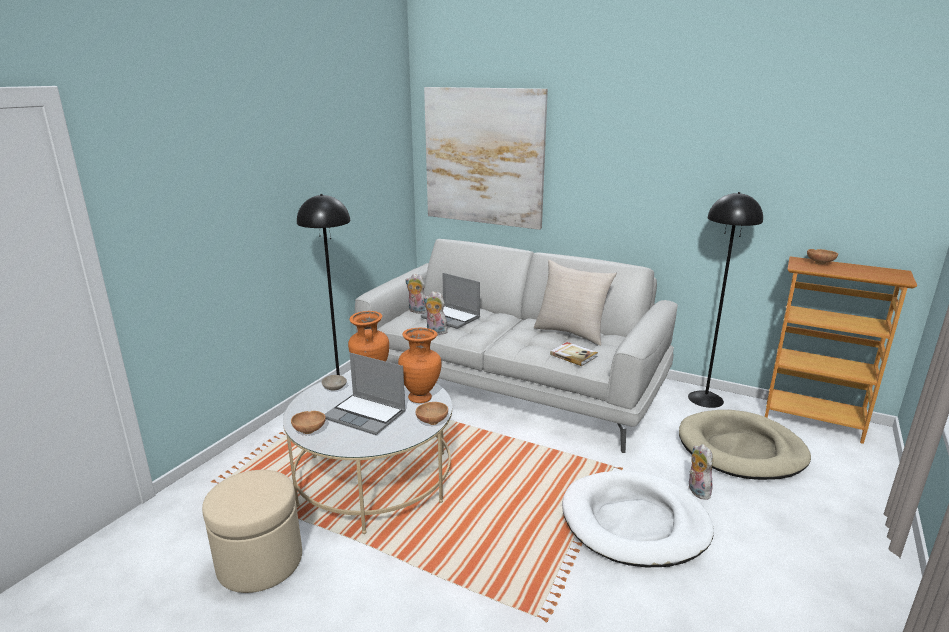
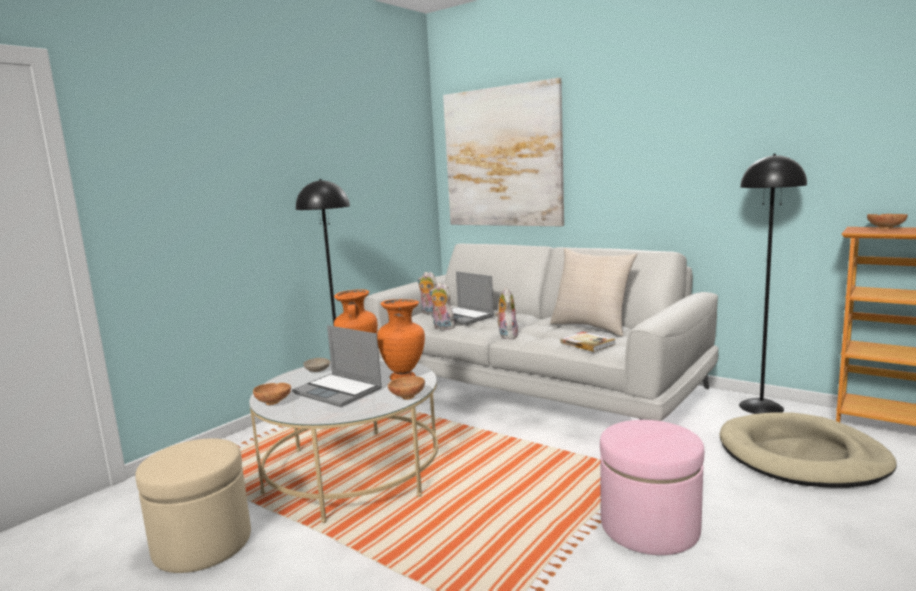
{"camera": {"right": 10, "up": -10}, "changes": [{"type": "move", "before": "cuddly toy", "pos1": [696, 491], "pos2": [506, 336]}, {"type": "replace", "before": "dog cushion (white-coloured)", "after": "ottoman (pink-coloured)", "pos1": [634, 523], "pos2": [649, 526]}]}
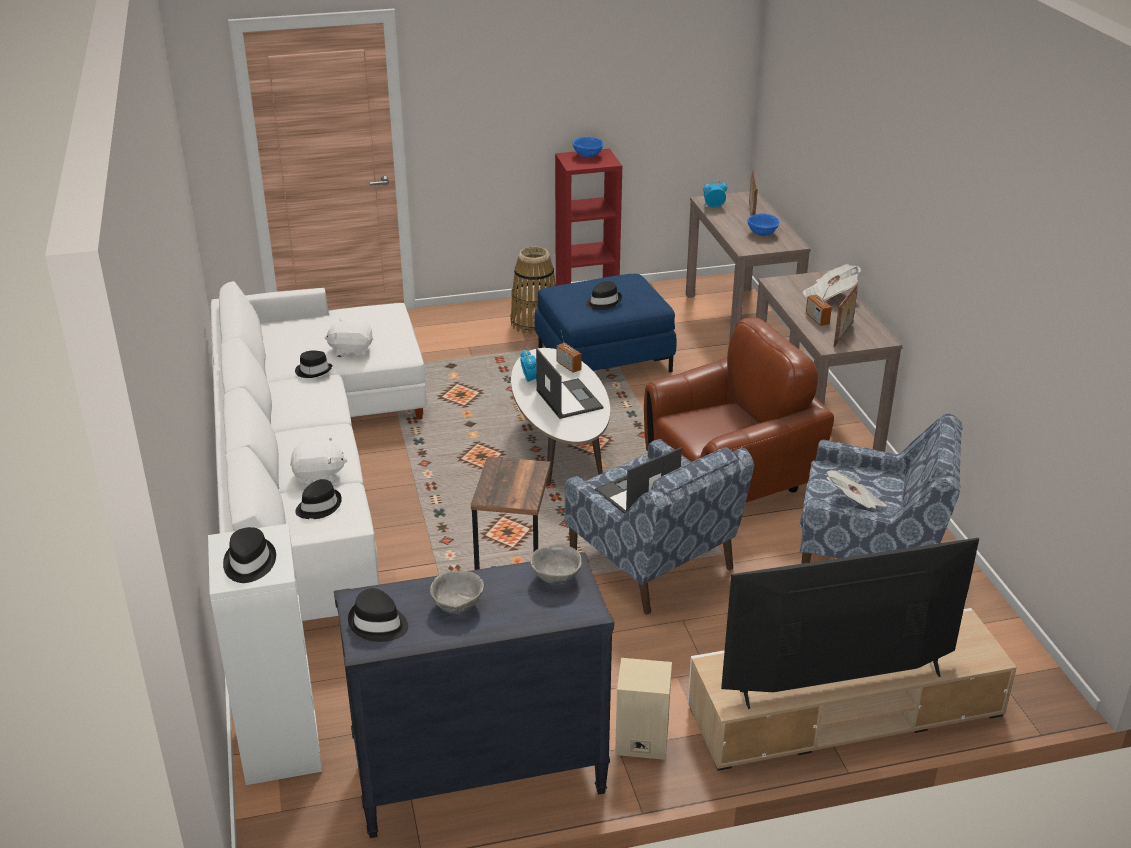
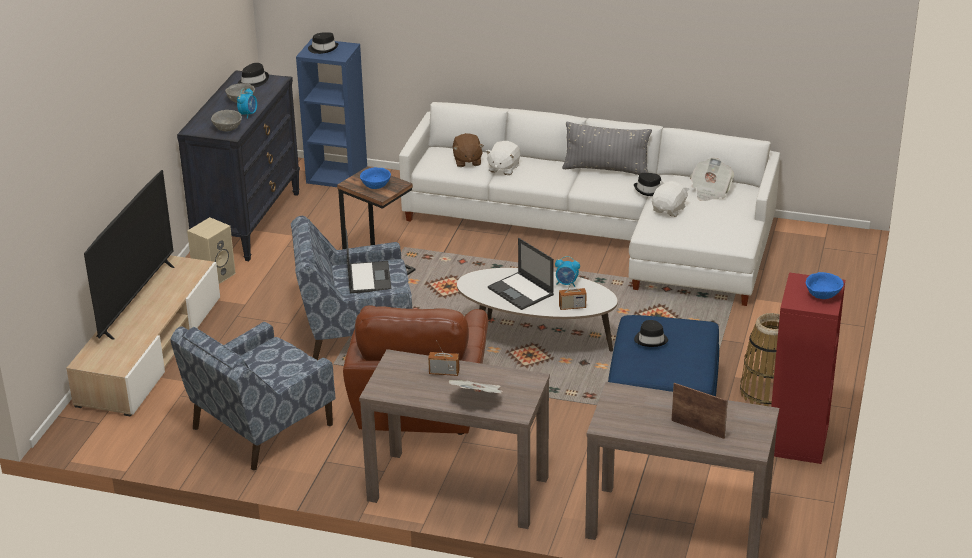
{"camera": {"right": 120, "up": 0}, "changes": [{"type": "move", "before": "table clock", "pos1": [713, 206], "pos2": [248, 114]}, {"type": "recolor", "before": "bookshelf (white-coloured)", "after": "bookshelf (bluish)", "pos1": [280, 745], "pos2": [337, 176]}, {"type": "move", "before": "serving bowl (bluish)", "pos1": [762, 233], "pos2": [376, 187]}, {"type": "replace", "before": "wearable hat (blackish)", "after": "cuddly toy (brown)", "pos1": [318, 506], "pos2": [467, 161]}, {"type": "rotate", "before": "laptop", "pos1": [568, 399], "pos2": [521, 291], "turn": 45}, {"type": "insert", "after": "cushion (gray)", "pos2": [606, 170]}, {"type": "move", "before": "daily paper", "pos1": [854, 504], "pos2": [710, 191]}, {"type": "delete", "before": "picture frame", "pos1": [843, 335]}]}
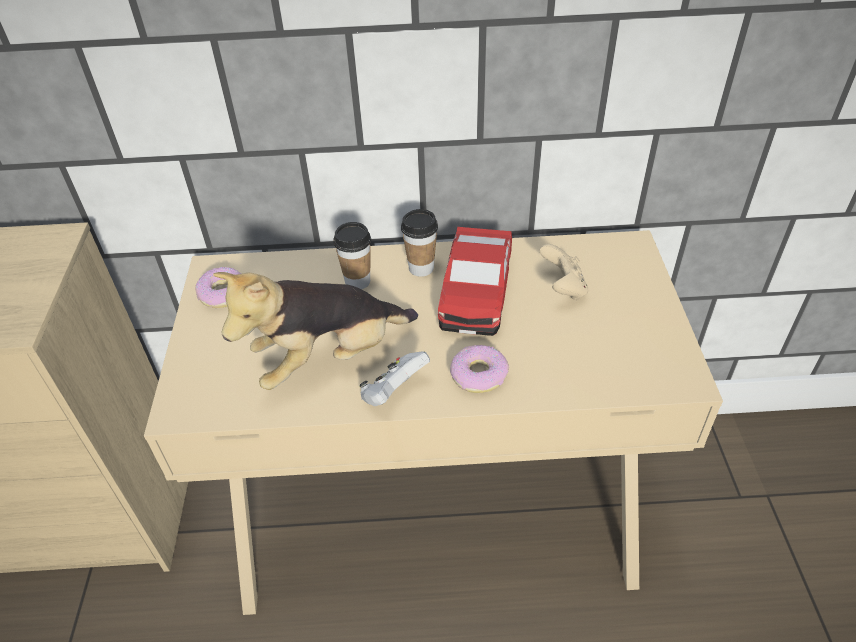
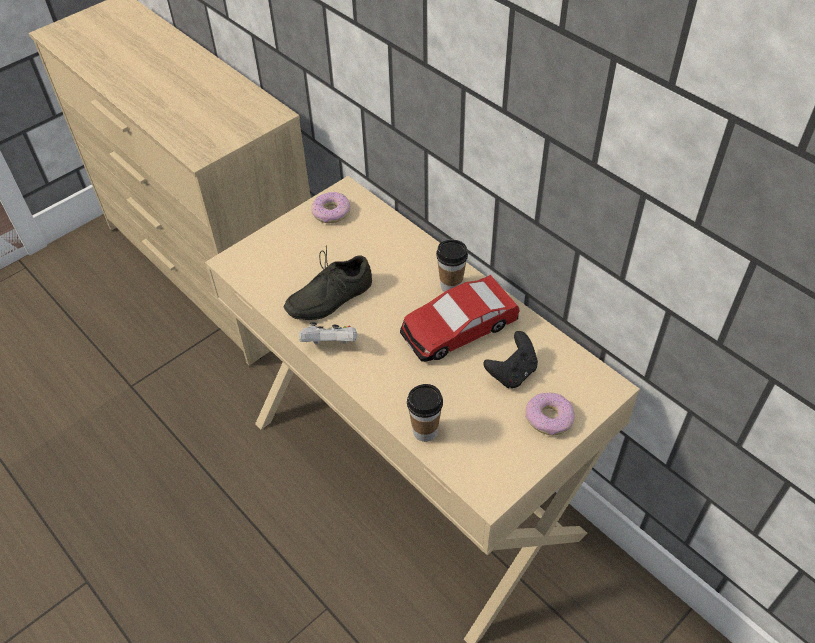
{"camera": {"right": 50, "up": 5}, "changes": [{"type": "replace", "before": "cuddly toy", "after": "low shoe (gray)", "pos1": [328, 358], "pos2": [328, 296]}, {"type": "move", "before": "small cup", "pos1": [357, 281], "pos2": [425, 431]}, {"type": "recolor", "before": "game controller (beige)", "after": "game controller (blackish)", "pos1": [563, 288], "pos2": [512, 373]}, {"type": "move", "before": "ring doughnut", "pos1": [478, 375], "pos2": [549, 418]}]}
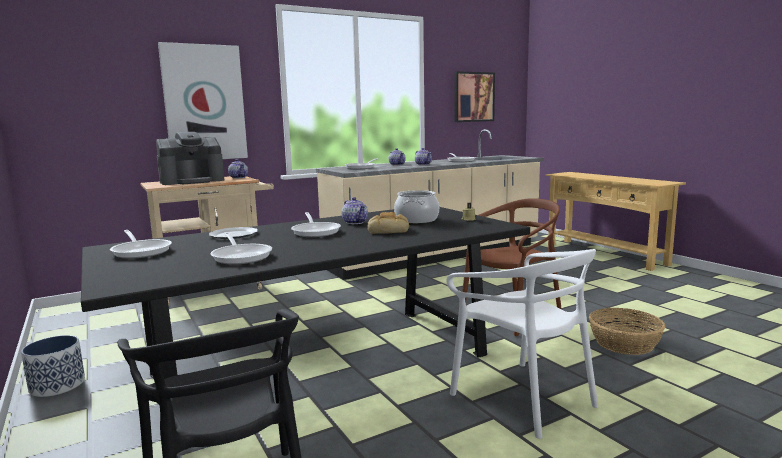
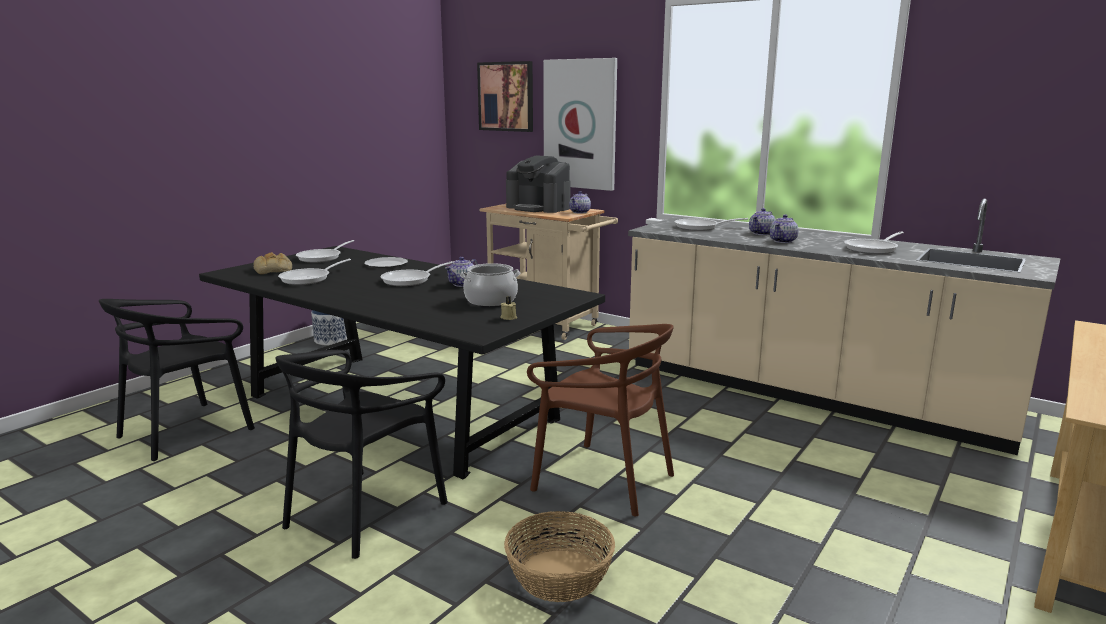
{"camera": {"right": 65, "up": 5}, "changes": [{"type": "move", "before": "bakery bread", "pos1": [388, 230], "pos2": [274, 270]}, {"type": "recolor", "before": "plain chair (white-coloured)", "after": "plain chair (blackish)", "pos1": [523, 398], "pos2": [364, 512]}, {"type": "move", "before": "wall picture", "pos1": [473, 97], "pos2": [506, 96]}]}
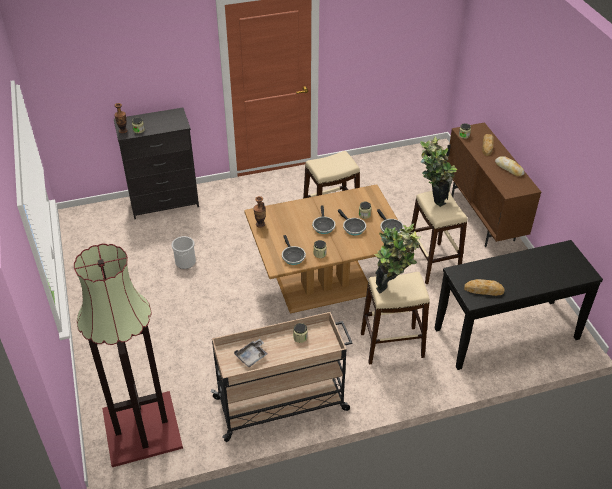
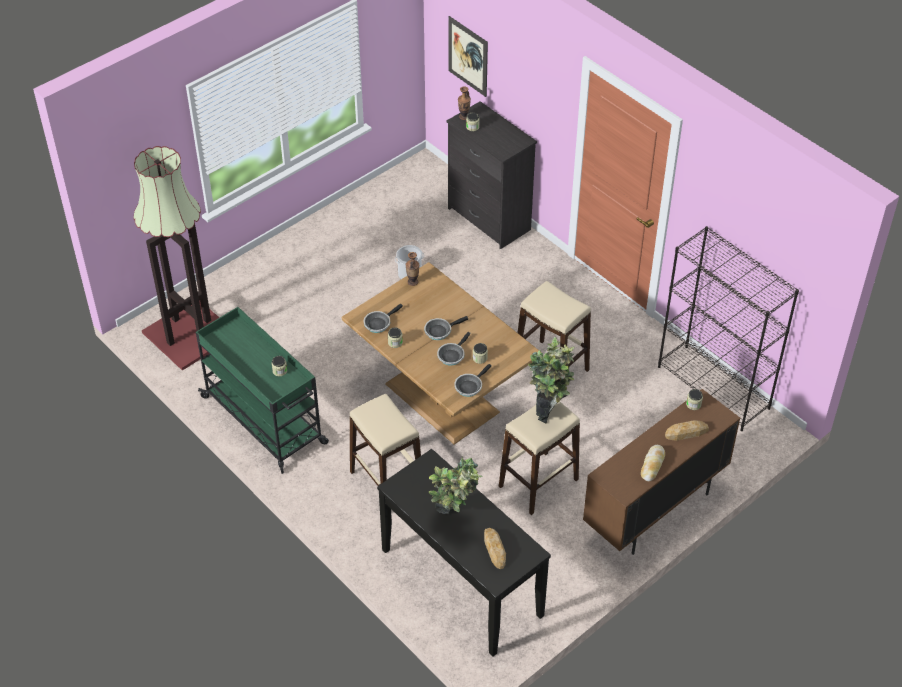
{"camera": {"right": 65, "up": 5}, "changes": [{"type": "recolor", "before": "trolley (beige)", "after": "trolley (green)", "pos1": [282, 404], "pos2": [265, 421]}, {"type": "move", "before": "houseplant", "pos1": [392, 286], "pos2": [455, 519]}, {"type": "insert", "after": "wall picture", "pos2": [468, 56]}, {"type": "move", "before": "bakery bread", "pos1": [483, 290], "pos2": [494, 549]}, {"type": "insert", "after": "bookshelf (blackish)", "pos2": [714, 387]}, {"type": "delete", "before": "carrying tray (gray)", "pos1": [252, 356]}]}
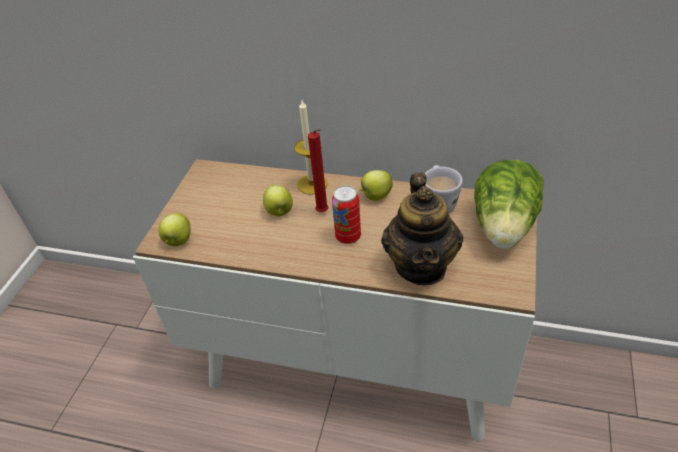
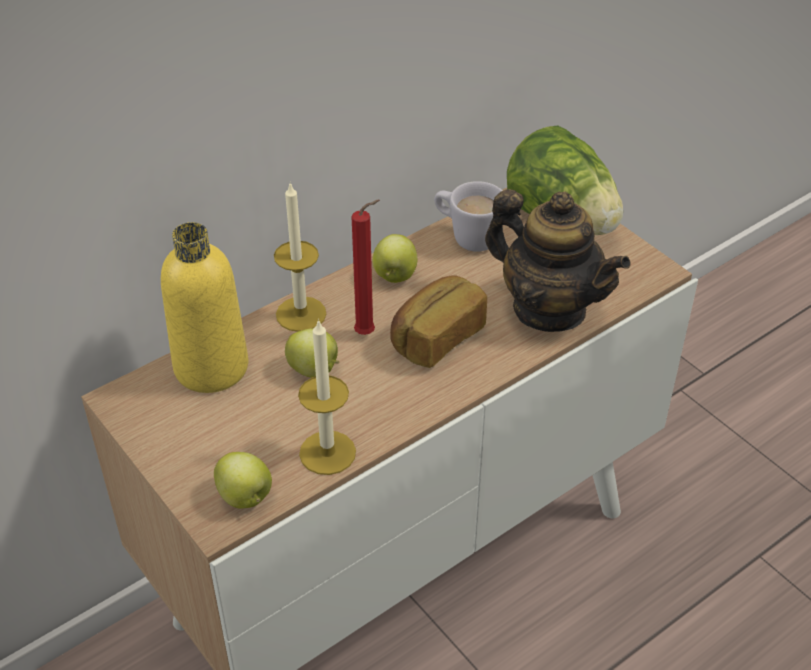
{"camera": {"right": -55, "up": 0}, "changes": [{"type": "insert", "after": "bottle (yellow)", "pos2": [211, 367]}, {"type": "insert", "after": "wax candle", "pos2": [327, 452]}, {"type": "replace", "before": "metal can", "after": "bakery bread", "pos1": [348, 237], "pos2": [436, 337]}]}
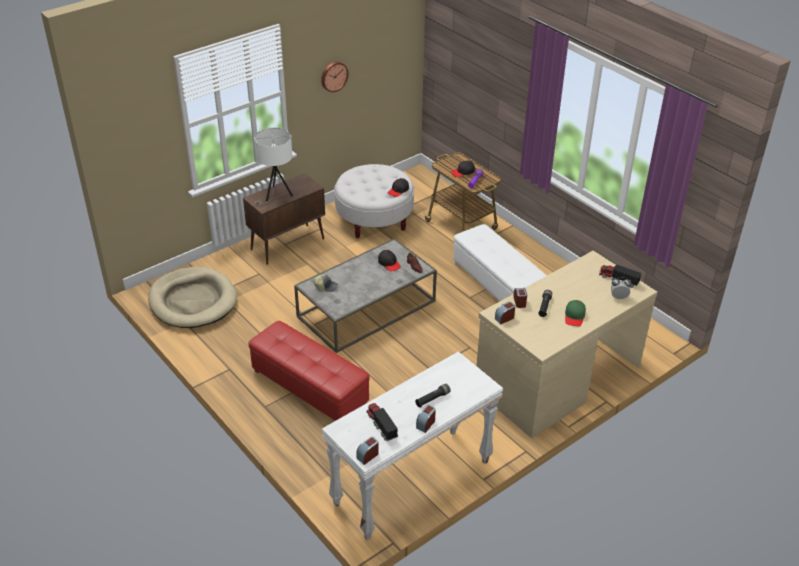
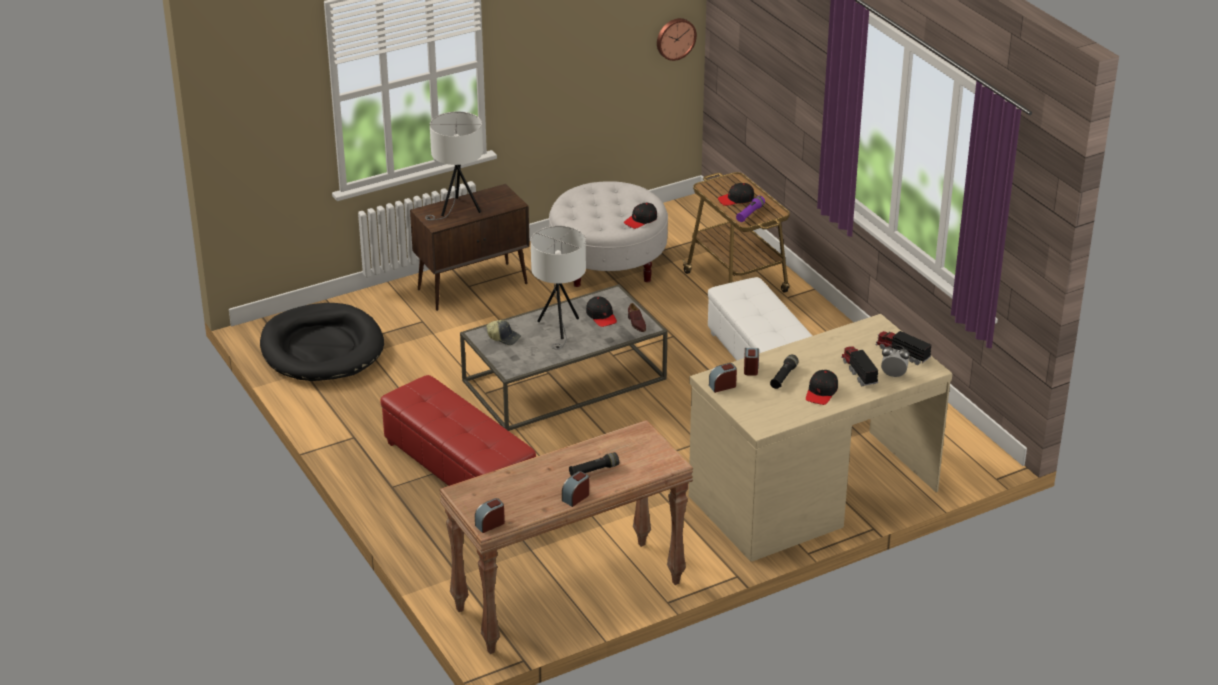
{"camera": {"right": 10, "up": -5}, "changes": [{"type": "recolor", "before": "dog cushion (beige)", "after": "dog cushion (blackish)", "pos1": [193, 301], "pos2": [322, 348]}, {"type": "recolor", "before": "hall table (white-coloured)", "after": "hall table (brown)", "pos1": [412, 484], "pos2": [568, 597]}, {"type": "insert", "after": "tabletop lamp (white-coloured)", "pos2": [559, 328]}, {"type": "move", "before": "clock on the wall", "pos1": [333, 76], "pos2": [675, 38]}, {"type": "recolor", "before": "peaked cap (green)", "after": "peaked cap (blackish)", "pos1": [574, 316], "pos2": [821, 392]}, {"type": "move", "before": "toy truck", "pos1": [381, 425], "pos2": [858, 372]}]}
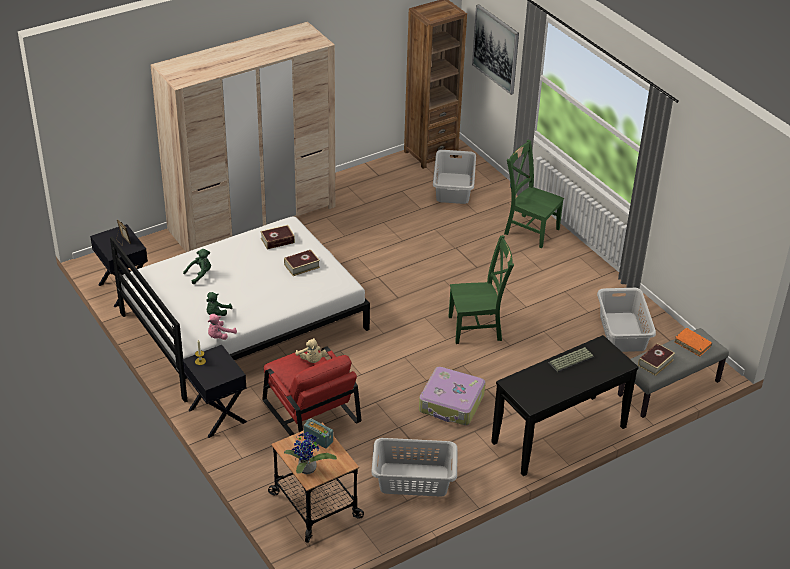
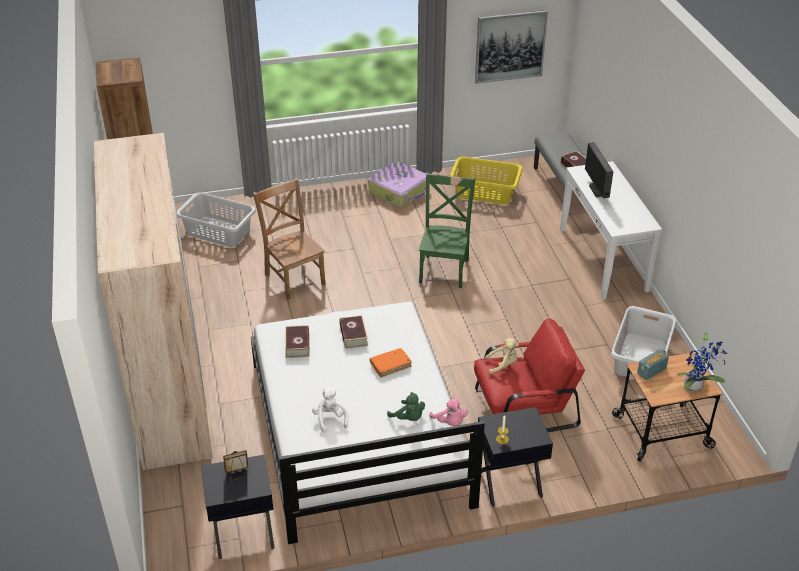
{"camera": {"right": -70, "up": 0}, "changes": [{"type": "insert", "after": "plain chair (brown)", "pos2": [294, 278]}, {"type": "recolor", "before": "cuddly toy (green)", "after": "cuddly toy (white-coloured)", "pos1": [200, 274], "pos2": [330, 419]}, {"type": "move", "before": "piece of luggage", "pos1": [451, 403], "pos2": [400, 191]}, {"type": "move", "before": "bound book (orange)", "pos1": [692, 344], "pos2": [390, 365]}, {"type": "recolor", "before": "hamper (gray)", "after": "hamper (yellow)", "pos1": [622, 332], "pos2": [485, 192]}, {"type": "move", "before": "wall picture", "pos1": [496, 49], "pos2": [510, 46]}, {"type": "recolor", "before": "hall table (blackish)", "after": "hall table (white-coloured)", "pos1": [559, 435], "pos2": [603, 259]}, {"type": "replace", "before": "computer keyboard", "after": "computer display", "pos1": [571, 361], "pos2": [596, 191]}, {"type": "delete", "before": "plain chair (green)", "pos1": [529, 230]}]}
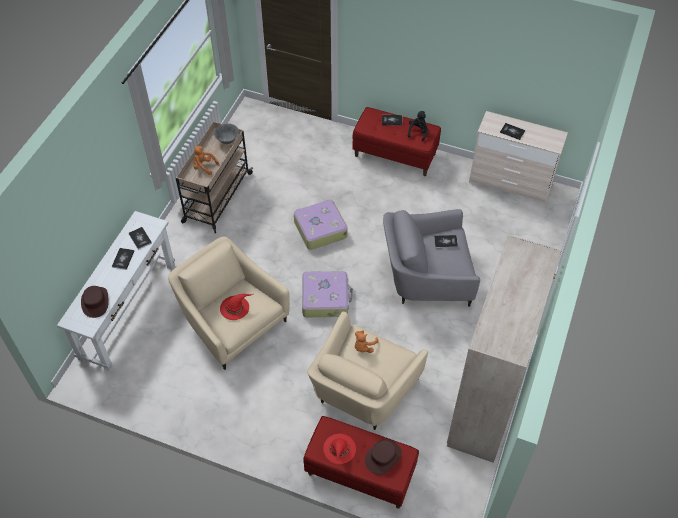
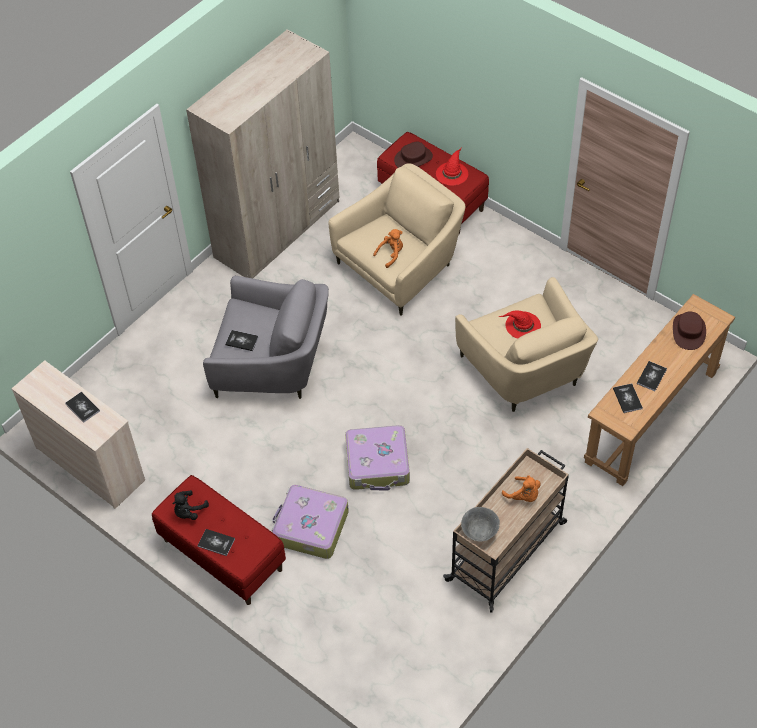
{"camera": {"right": -160, "up": 0}, "changes": [{"type": "move", "before": "piece of luggage", "pos1": [325, 298], "pos2": [310, 527]}, {"type": "recolor", "before": "hall table (white-coloured)", "after": "hall table (brown)", "pos1": [128, 310], "pos2": [651, 416]}]}
